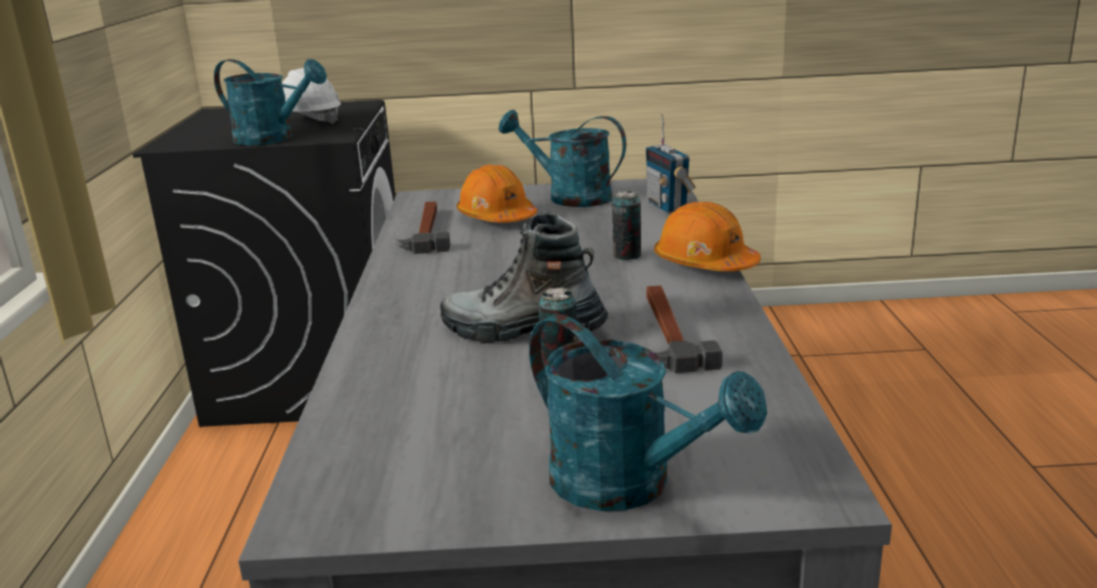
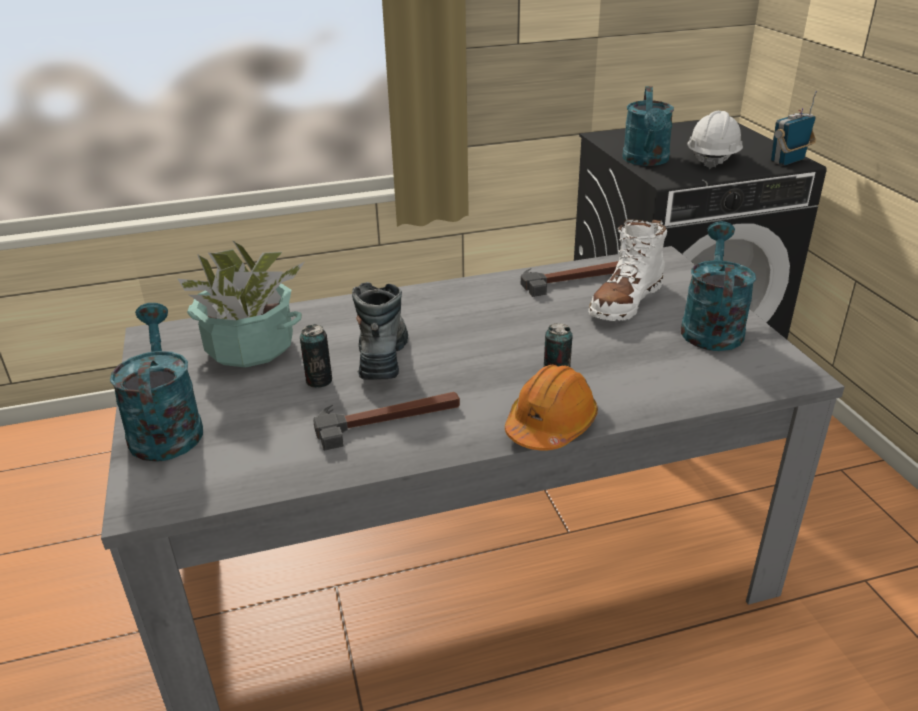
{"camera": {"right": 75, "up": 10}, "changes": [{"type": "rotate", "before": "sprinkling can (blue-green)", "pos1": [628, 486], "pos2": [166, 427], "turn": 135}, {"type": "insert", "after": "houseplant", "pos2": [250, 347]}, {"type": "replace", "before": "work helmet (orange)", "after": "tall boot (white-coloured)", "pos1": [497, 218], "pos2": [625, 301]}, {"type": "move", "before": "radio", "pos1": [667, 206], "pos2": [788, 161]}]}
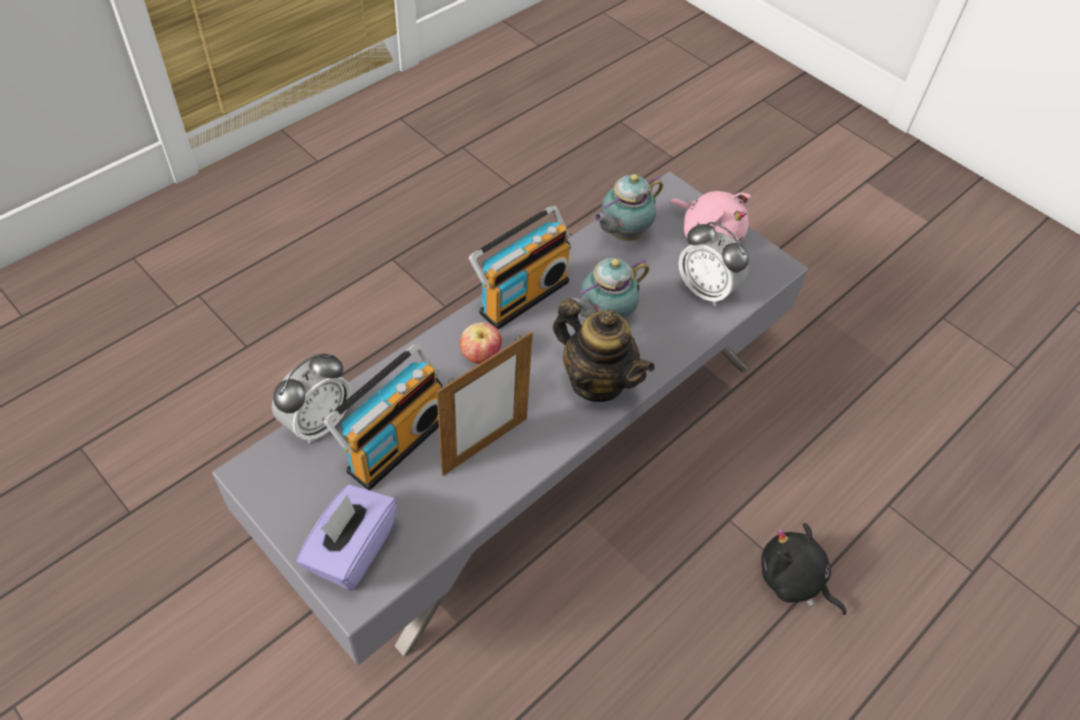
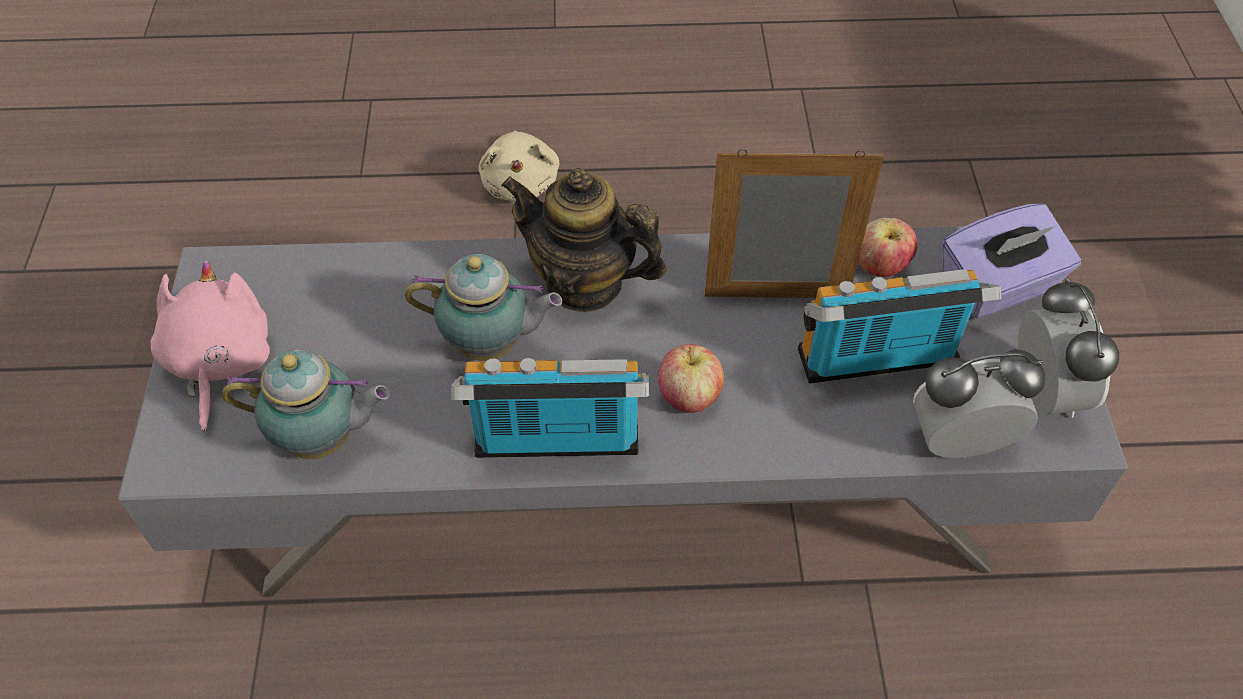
{"camera": {"right": -135, "up": 0}, "changes": [{"type": "recolor", "before": "cuddly toy (blackish)", "after": "cuddly toy (beige)", "pos1": [793, 580], "pos2": [520, 183]}, {"type": "rotate", "before": "teapot", "pos1": [596, 381], "pos2": [584, 283], "turn": -60}, {"type": "insert", "after": "apple", "pos2": [880, 267]}, {"type": "move", "before": "table clock", "pos1": [706, 290], "pos2": [1044, 393]}]}
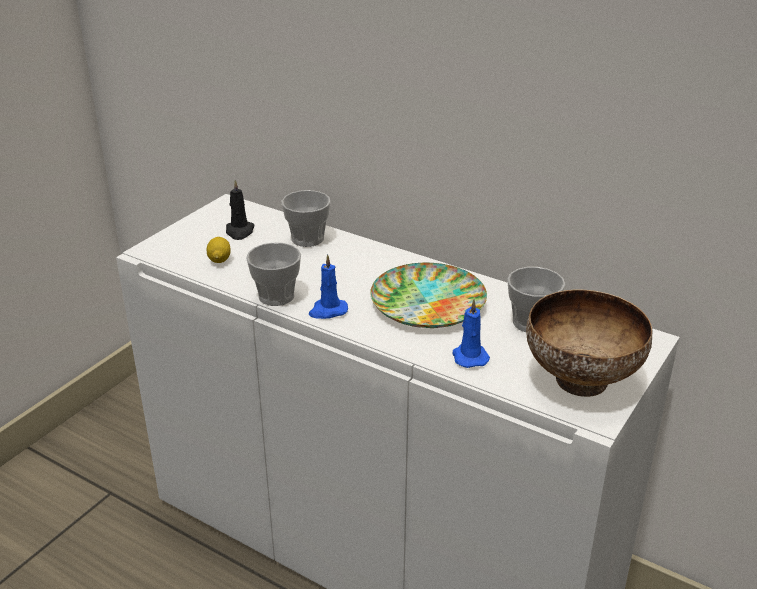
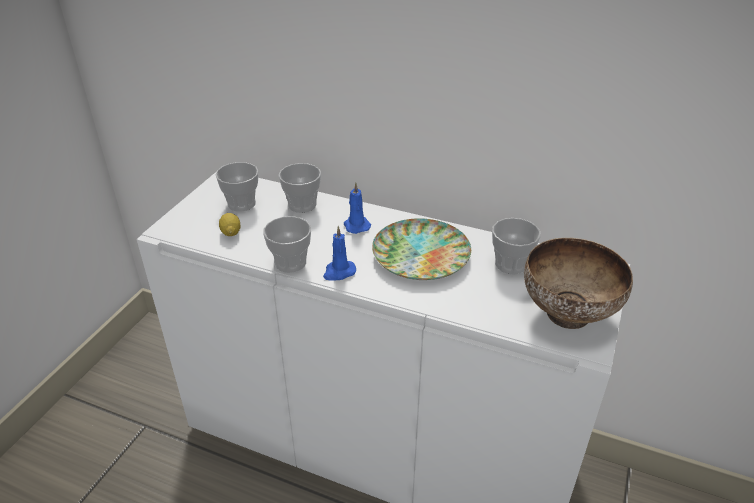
{"camera": {"right": -10, "up": 5}, "changes": [{"type": "replace", "before": "wax candle (blackish)", "after": "small cup", "pos1": [239, 231], "pos2": [241, 204]}, {"type": "move", "before": "wax candle (bluish)", "pos1": [469, 356], "pos2": [356, 225]}]}
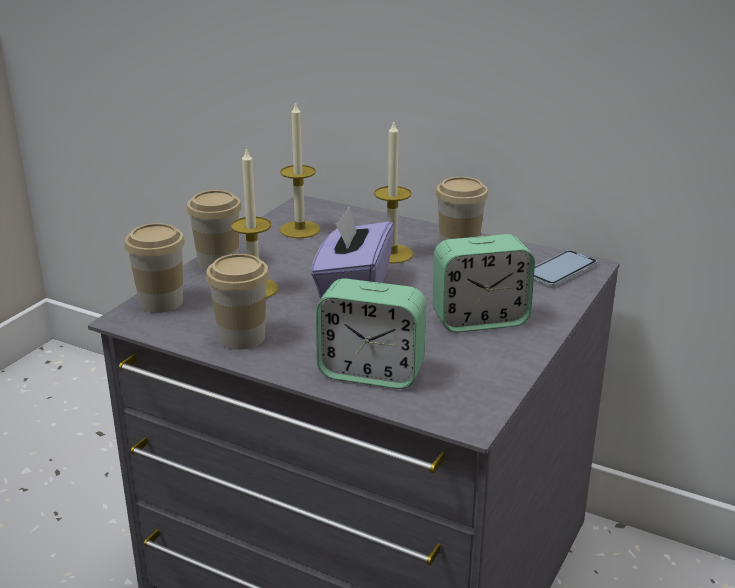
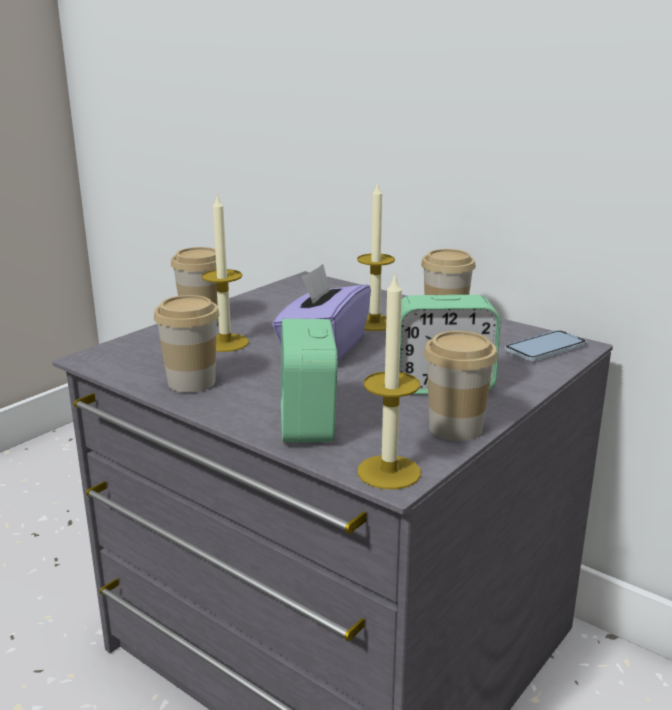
{"camera": {"right": 10, "up": -5}, "changes": [{"type": "rotate", "before": "table clock", "pos1": [371, 372], "pos2": [307, 423], "turn": 60}, {"type": "move", "before": "wax candle", "pos1": [300, 230], "pos2": [389, 472]}, {"type": "move", "before": "small cup", "pos1": [161, 302], "pos2": [455, 428]}]}
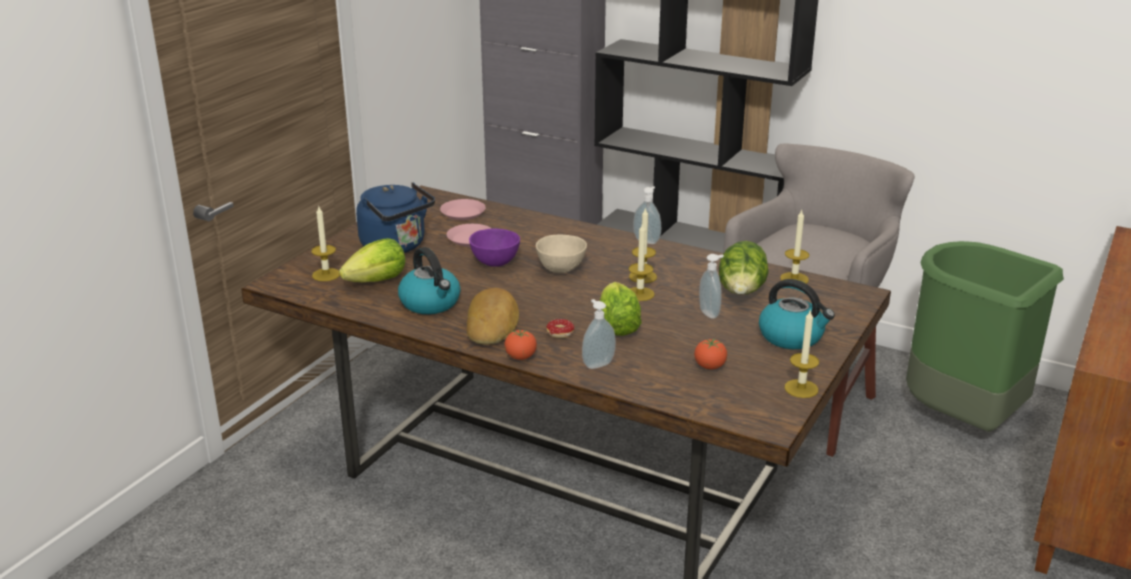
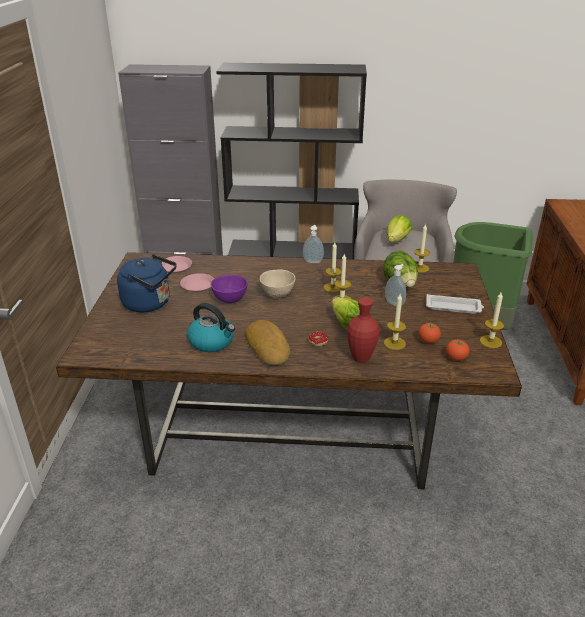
{"camera": {"right": -25, "up": 5}, "changes": [{"type": "replace", "before": "liquid soap bottle", "after": "decorative vase (red-coloured)", "pos1": [597, 364], "pos2": [361, 358]}, {"type": "move", "before": "wax candle", "pos1": [326, 274], "pos2": [394, 343]}, {"type": "move", "before": "lettuce head", "pos1": [377, 281], "pos2": [397, 240]}, {"type": "replace", "before": "water kettle", "after": "carrying tray (white-coloured)", "pos1": [792, 337], "pos2": [454, 307]}, {"type": "move", "before": "whole tomato", "pos1": [520, 357], "pos2": [456, 358]}]}
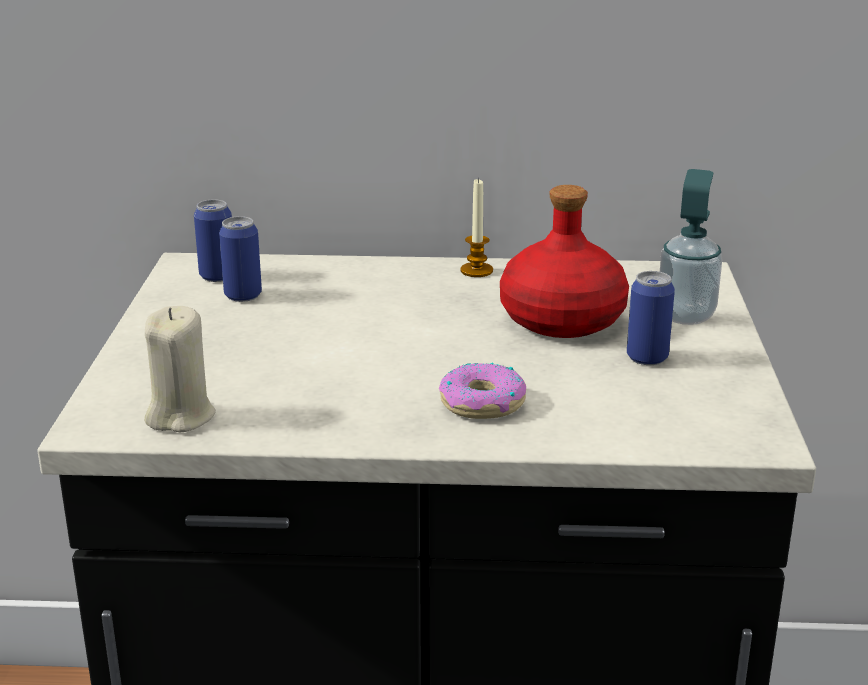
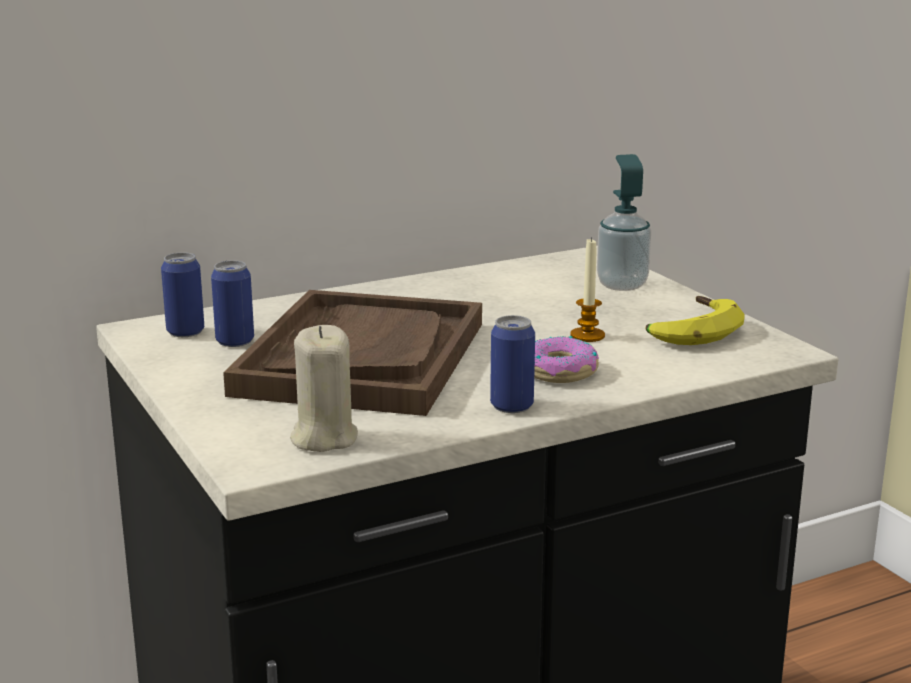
{"camera": {"right": -30, "up": -5}, "changes": [{"type": "insert", "after": "carrying tray (brown)", "pos2": [362, 358]}, {"type": "move", "before": "metal can", "pos1": [647, 357], "pos2": [511, 406]}, {"type": "move", "before": "wax candle", "pos1": [476, 271], "pos2": [587, 336]}, {"type": "insert", "after": "banana fruit", "pos2": [689, 331]}, {"type": "delete", "before": "bottle (red-coloured)", "pos1": [561, 319]}]}
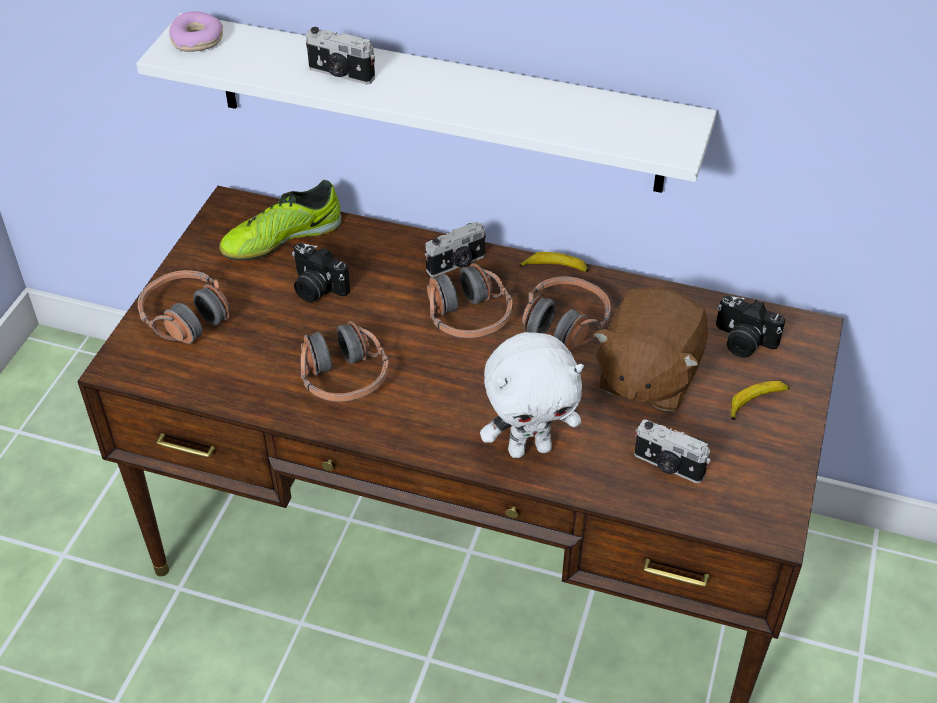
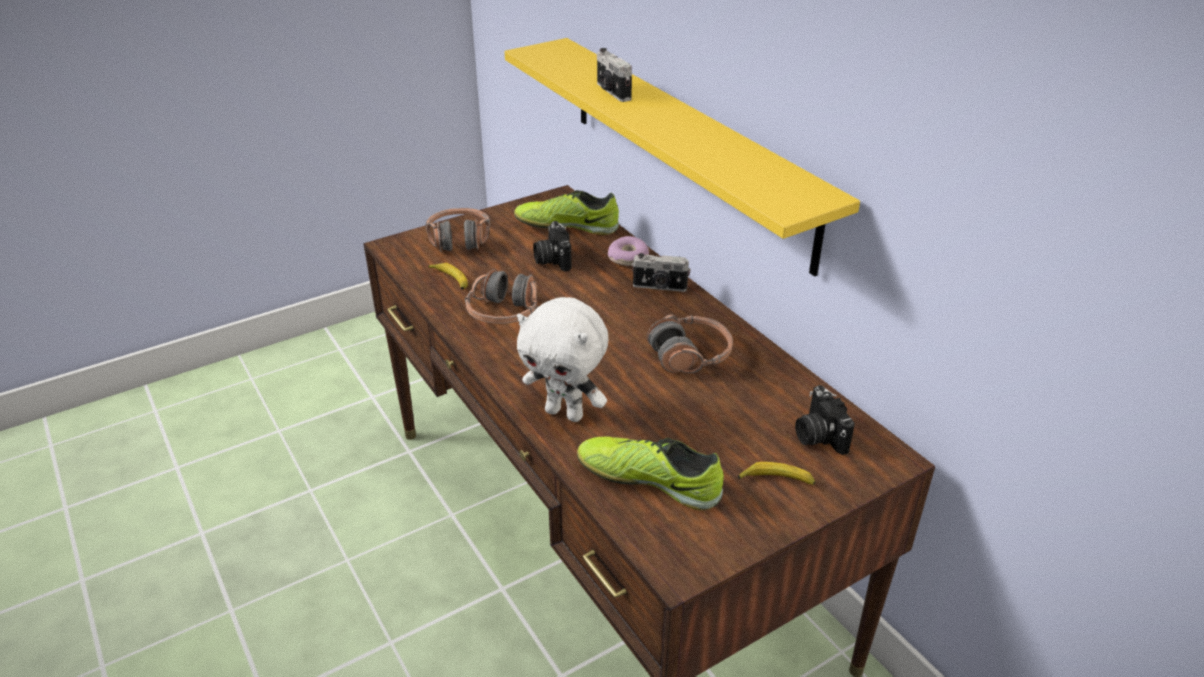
{"camera": {"right": 40, "up": -10}, "changes": [{"type": "move", "before": "banana fruit", "pos1": [554, 268], "pos2": [450, 280]}, {"type": "recolor", "before": "bracket shelf (white-coloured)", "after": "bracket shelf (yellow)", "pos1": [437, 103], "pos2": [686, 147]}, {"type": "replace", "before": "photo camera", "after": "low shoe", "pos1": [668, 466], "pos2": [649, 480]}, {"type": "move", "before": "ring doughnut", "pos1": [197, 40], "pos2": [628, 258]}, {"type": "delete", "before": "headphones", "pos1": [468, 317]}, {"type": "delete", "before": "cuddly toy (brown)", "pos1": [647, 376]}]}
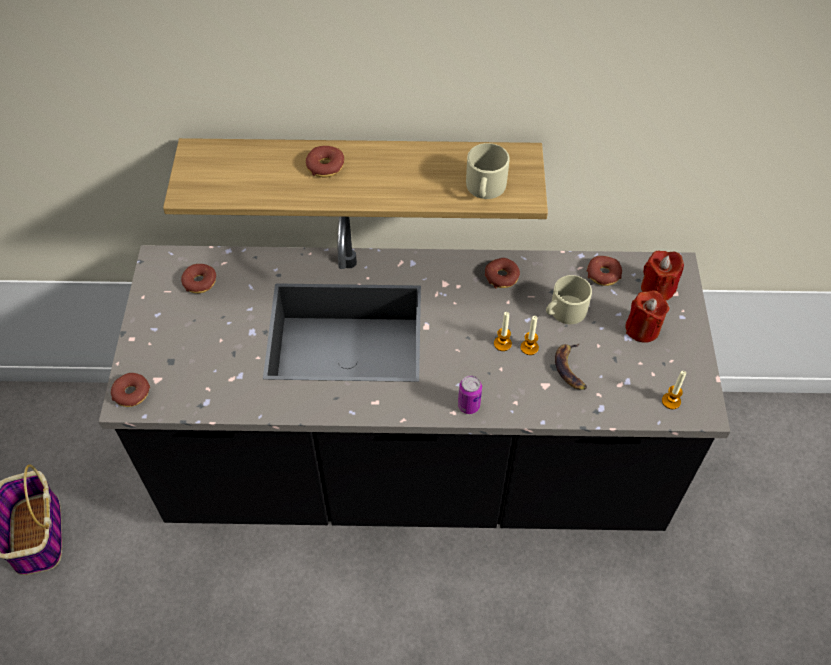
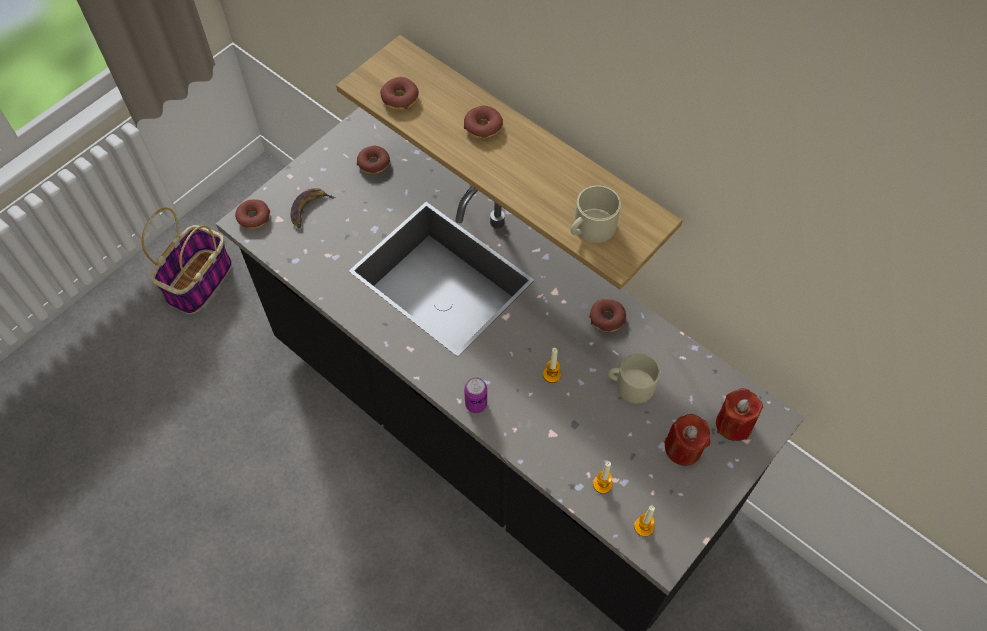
{"camera": {"right": 40, "up": 5}, "changes": [{"type": "move", "before": "banana fruit", "pos1": [570, 368], "pos2": [309, 209]}, {"type": "move", "before": "ring doughnut", "pos1": [603, 274], "pos2": [400, 98]}, {"type": "move", "before": "wax candle", "pos1": [529, 347], "pos2": [602, 484]}]}
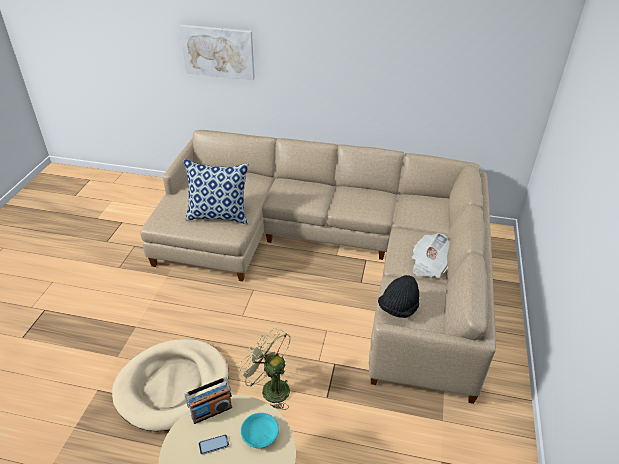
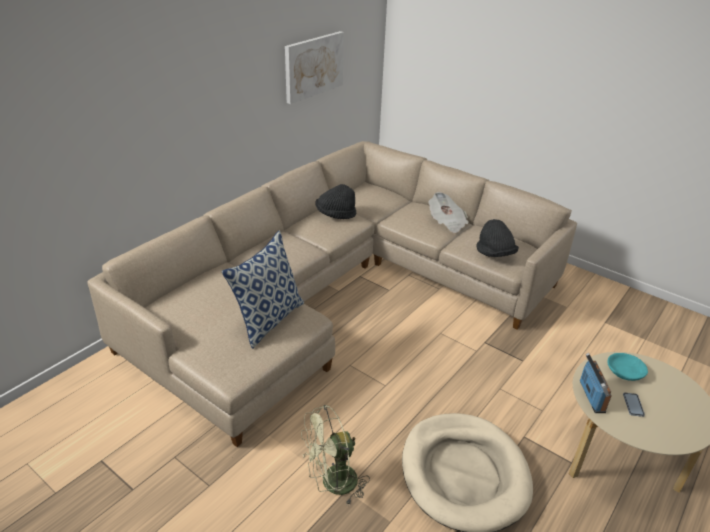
{"camera": {"right": -65, "up": -5}, "changes": [{"type": "move", "before": "wall picture", "pos1": [218, 52], "pos2": [313, 66]}, {"type": "move", "before": "cooling fan (green)", "pos1": [270, 388], "pos2": [332, 484]}, {"type": "insert", "after": "wearable hat (blackish)", "pos2": [335, 215]}]}
